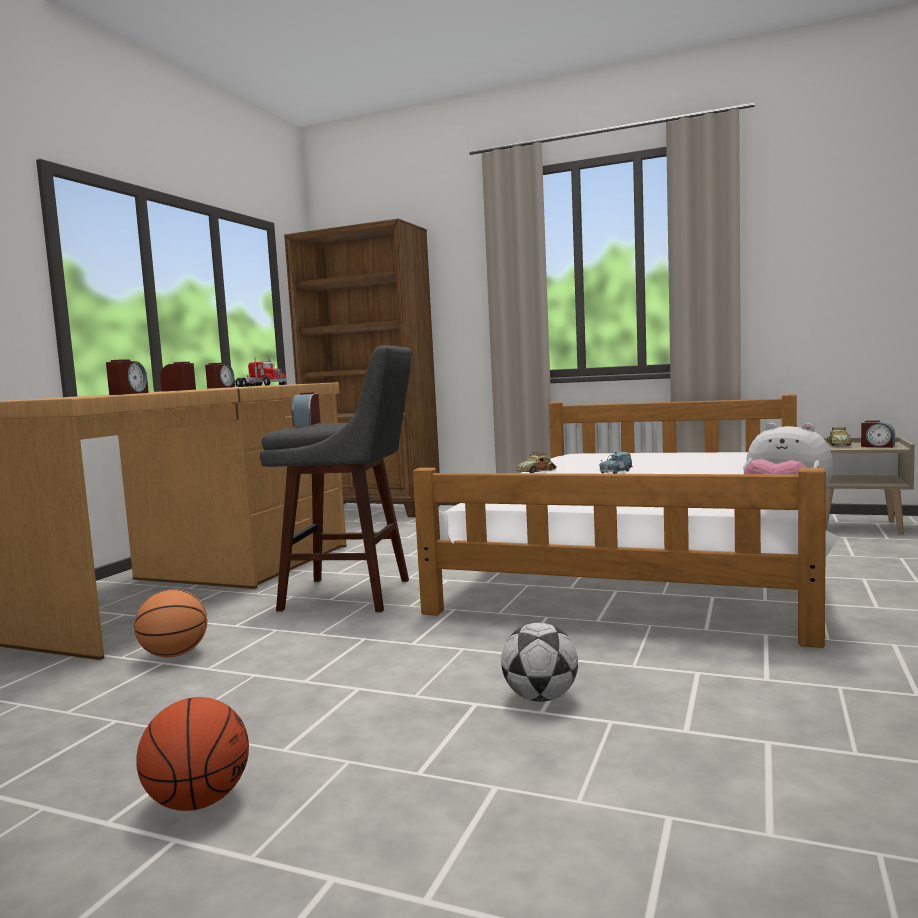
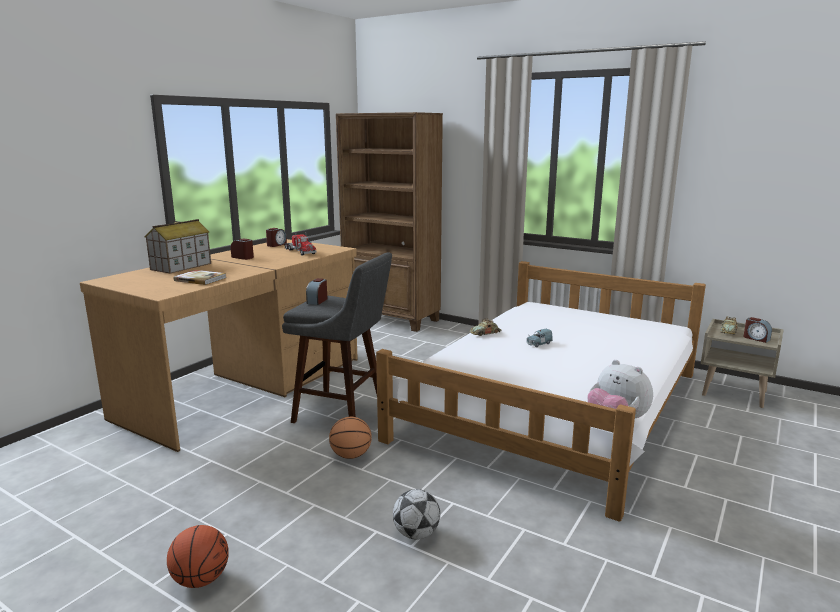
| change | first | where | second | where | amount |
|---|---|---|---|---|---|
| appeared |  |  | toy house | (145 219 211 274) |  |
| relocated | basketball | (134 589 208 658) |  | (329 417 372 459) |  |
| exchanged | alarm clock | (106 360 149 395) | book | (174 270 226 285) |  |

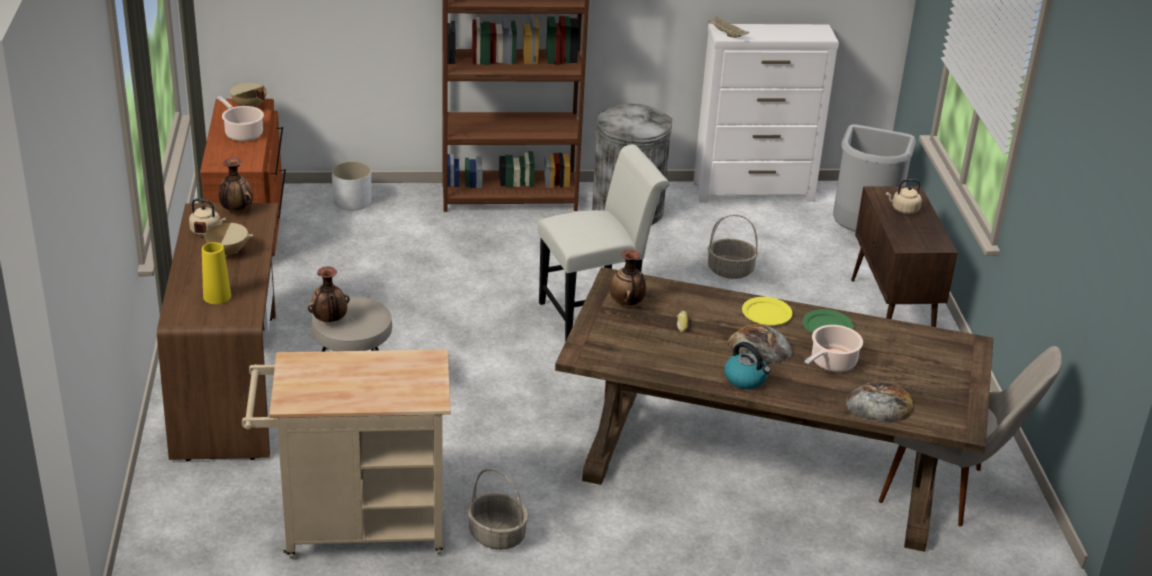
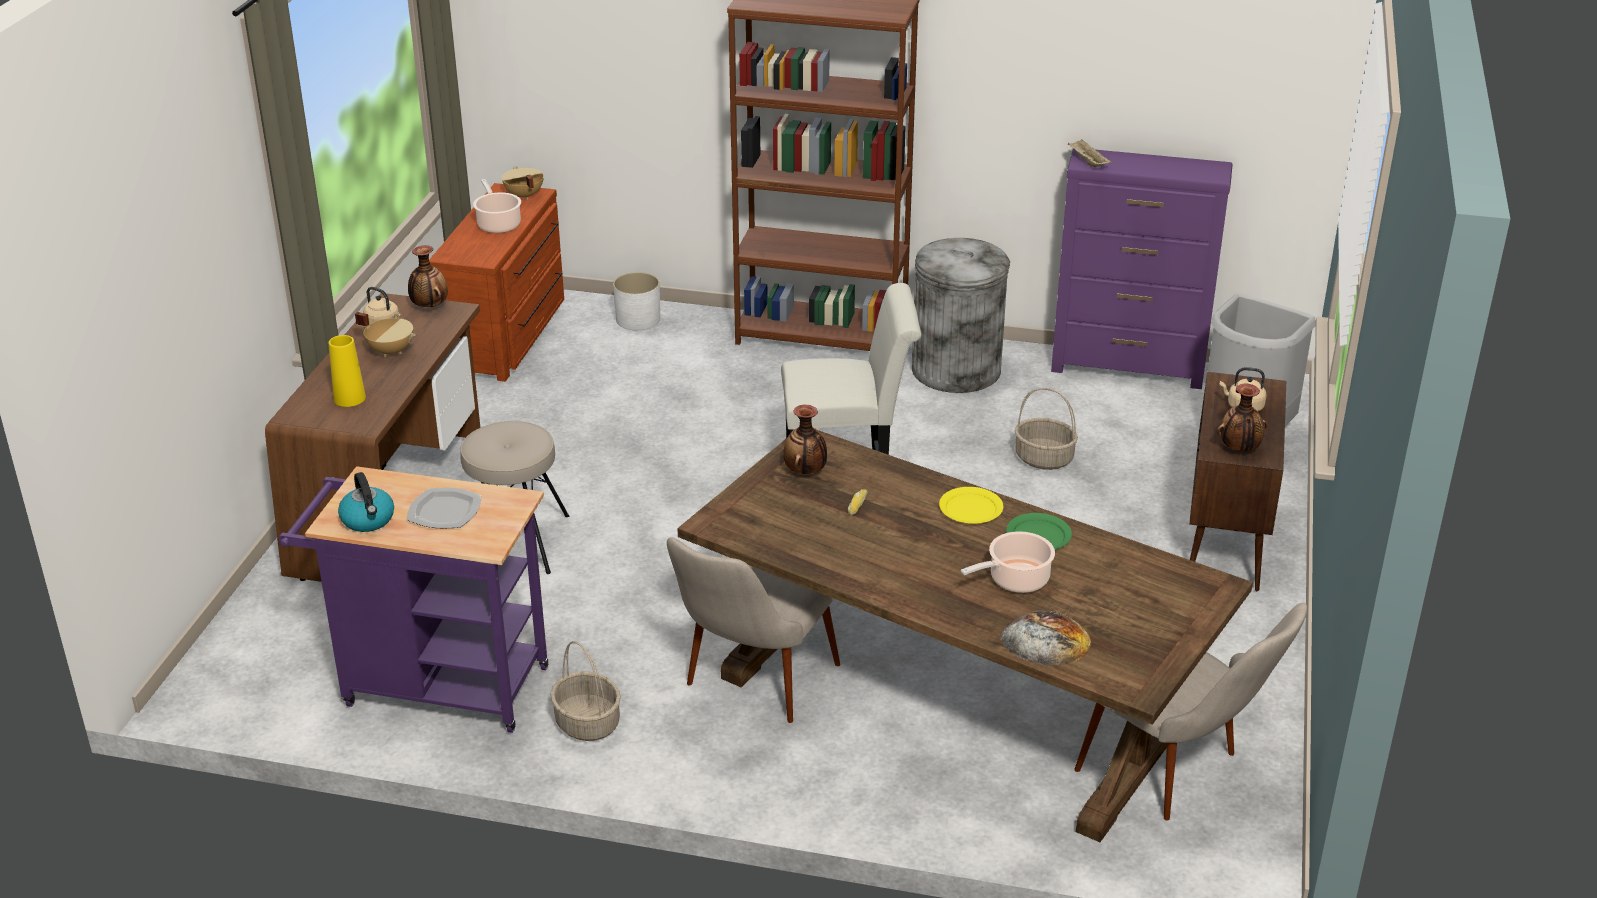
| change | first | where | second | where | amount |
|---|---|---|---|---|---|
| missing | bread | (728 324 793 364) |  |  |  |
| appeared |  |  | plate | (407 487 482 528) |  |
| appeared |  |  | beige chair | (667 537 840 723) |  |
| relocated | vase | (308 267 350 322) |  | (1216 383 1267 451) |  |
| relocated | kettle | (724 342 771 389) |  | (338 472 394 532) |  |
| colour | beige cart | (242 350 450 559) | purple cart | (279 466 548 733) |  |
| colour | white dresser | (693 24 839 203) | purple dresser | (1051 148 1233 389) |  |

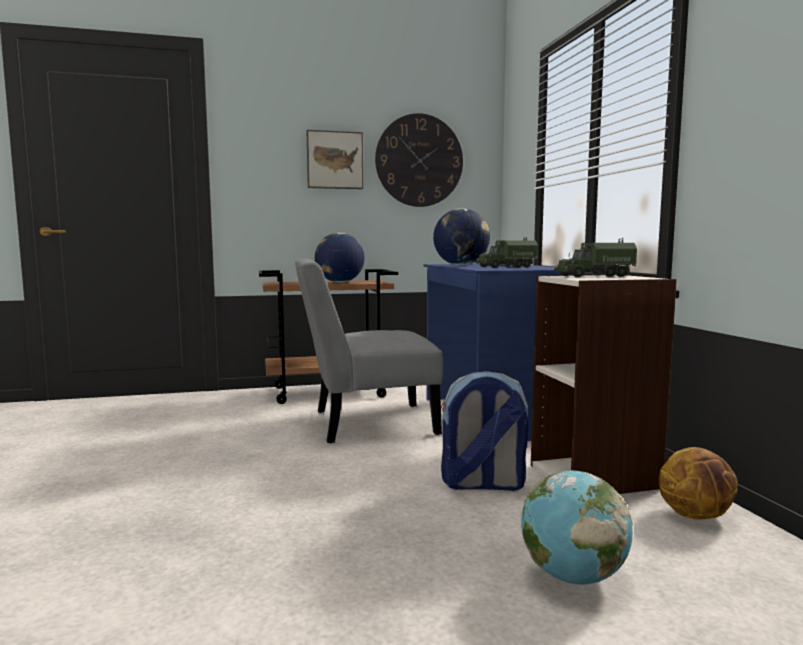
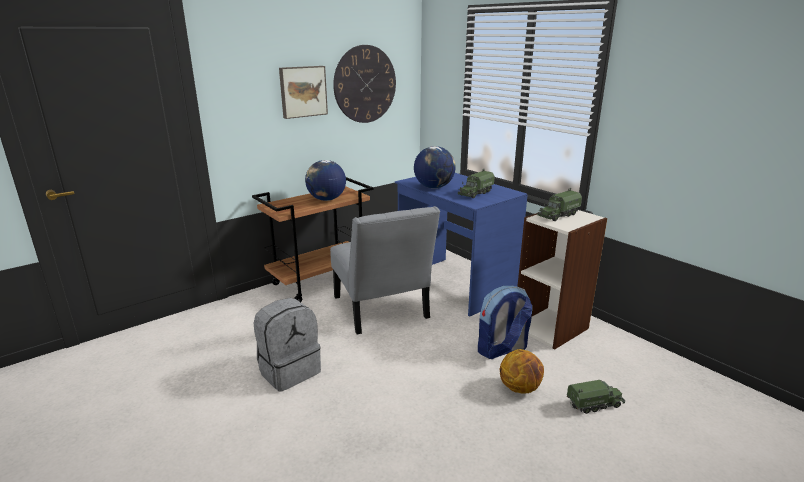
| change | first | where | second | where | amount |
|---|---|---|---|---|---|
| appeared |  |  | grey backpack | (254 298 321 392) |  |
| relocated | basketball | (658 447 738 520) |  | (500 349 544 393) |  |
| exchanged | globe | (521 470 633 584) | toy truck | (567 380 625 414) |  |
| spun | grey chair | (295 259 443 443) |  | (330 206 440 334) | 75 degrees counterclockwise |

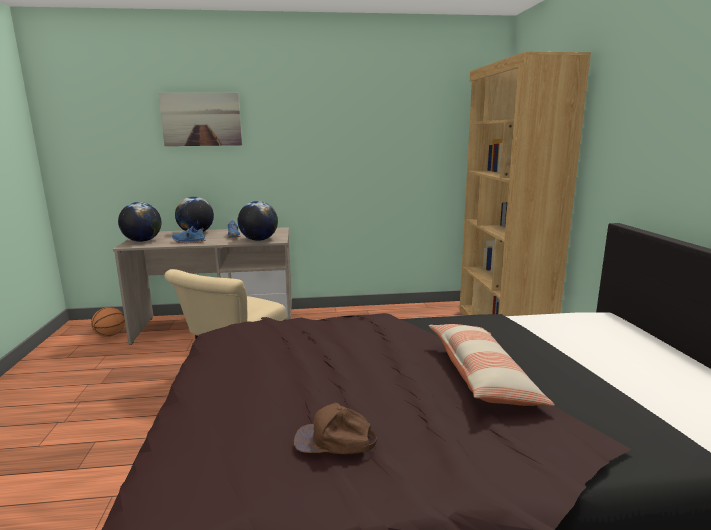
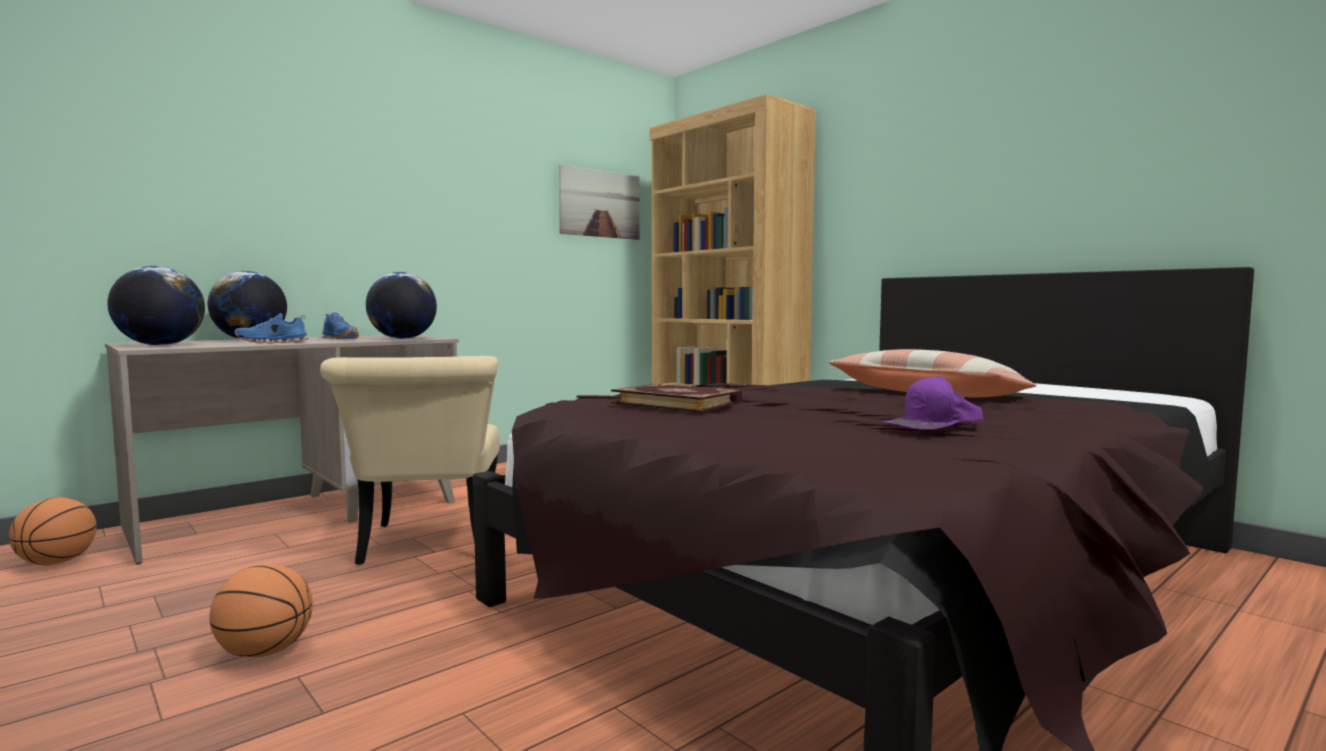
| change | first | where | second | where | amount |
|---|---|---|---|---|---|
| appeared |  |  | basketball | (209 564 313 657) |  |
| appeared |  |  | book | (611 383 742 413) |  |
| relocated | picture | (158 93 242 146) |  | (559 164 640 240) |  |
| colour | brown cap | (294 403 377 454) | purple cap | (883 376 983 430) |  |

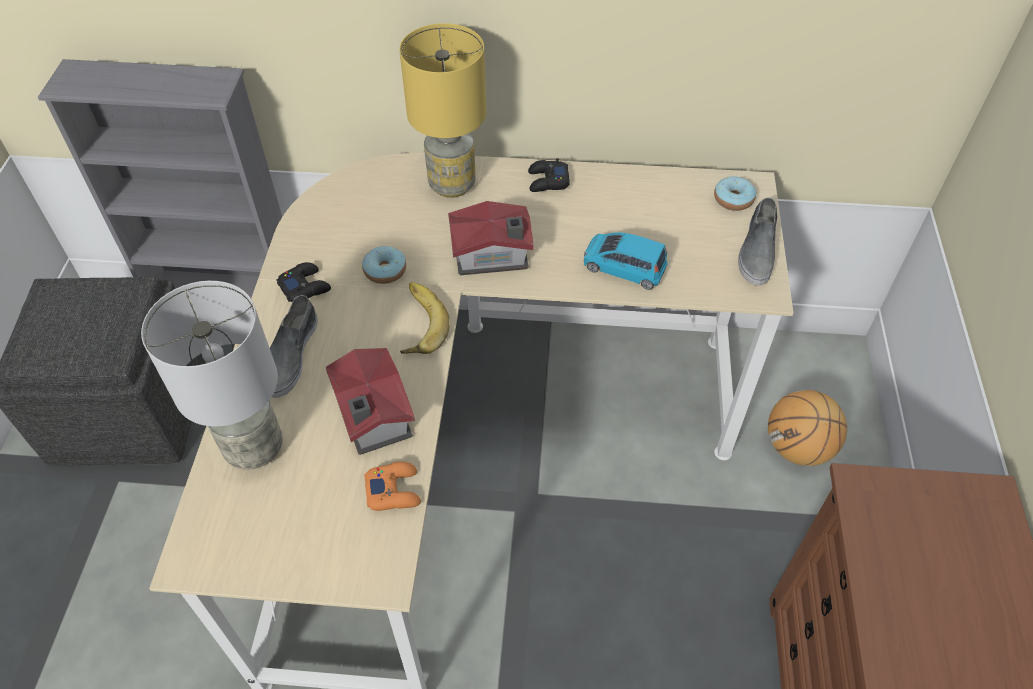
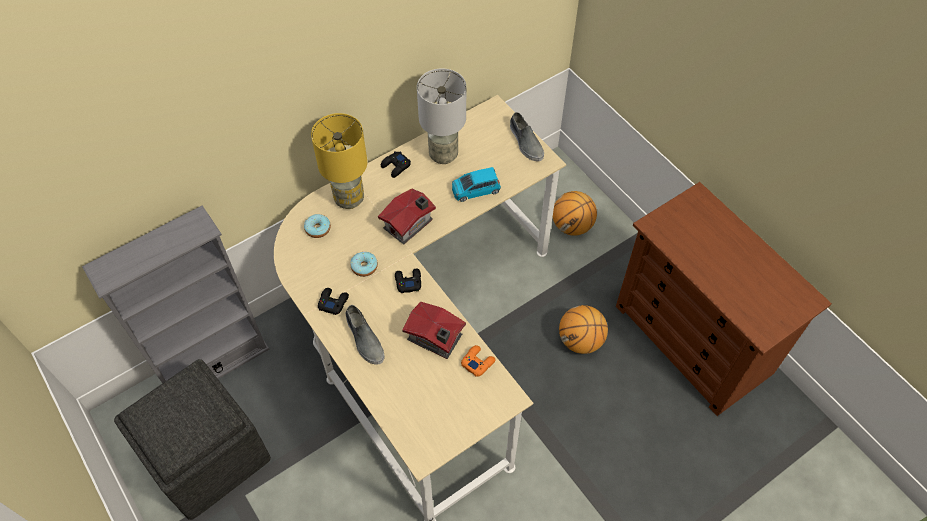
| change | first | where | second | where | amount |
|---|---|---|---|---|---|
| appeared |  |  | basketball | (559 305 608 354) |  |
| relocated | grey table lamp | (141 281 283 469) |  | (417 68 466 164) |  |
| relocated | donut | (714 176 756 211) |  | (304 214 331 238) |  |
| exchanged | banana | (400 282 450 354) | black game controller | (395 269 421 293) |  |

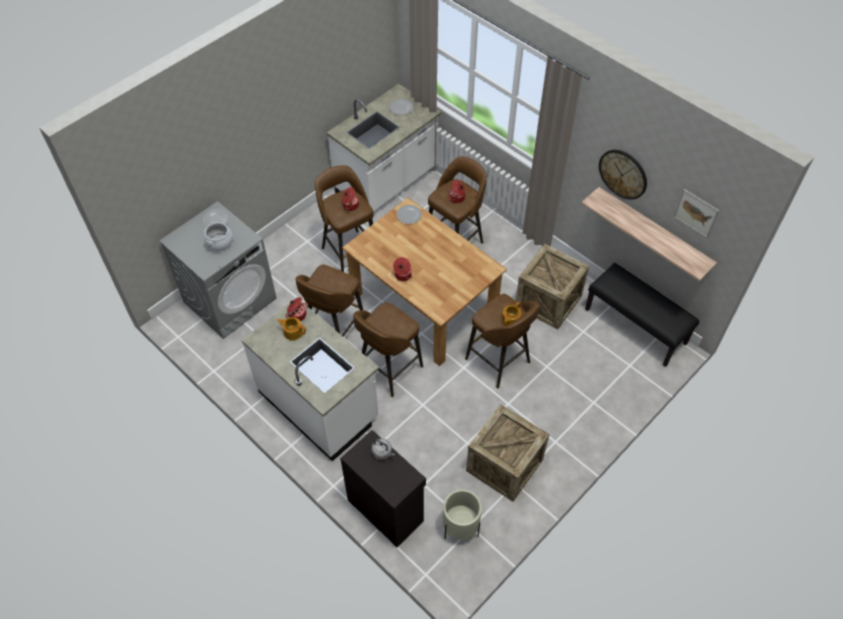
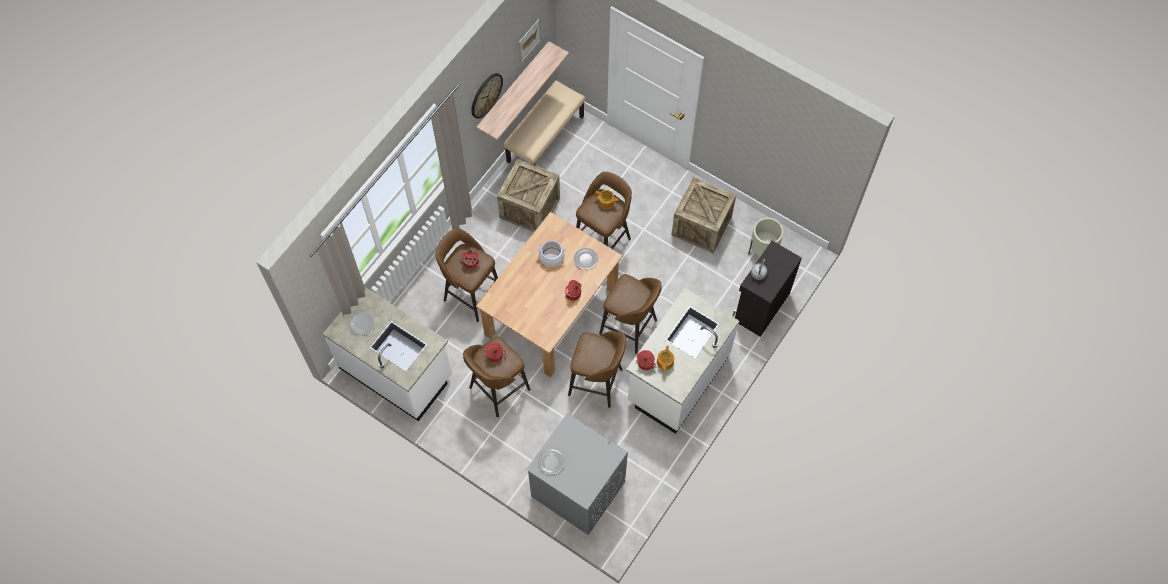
| change | first | where | second | where | amount |
|---|---|---|---|---|---|
| relocated | cooking pot | (204 219 233 252) |  | (537 240 566 267) |  |
| relocated | plate | (397 205 422 224) |  | (574 248 598 270) |  |
| colour | black bench | (585 263 699 367) | beige bench | (503 80 585 166) |  |

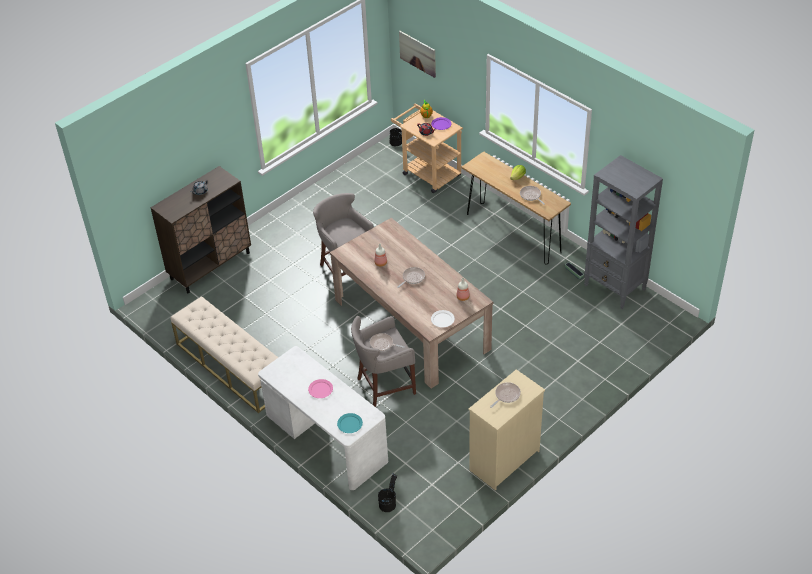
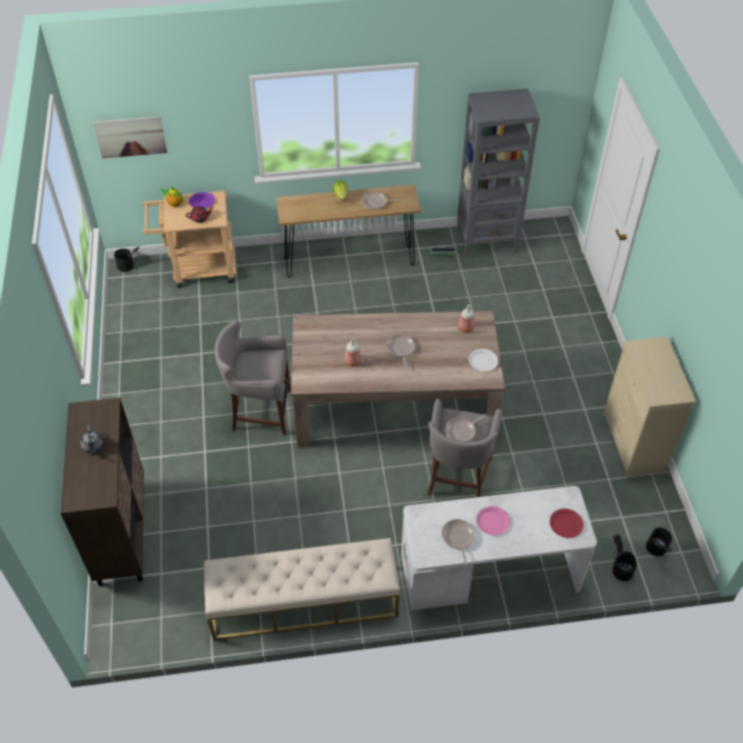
| change | first | where | second | where | amount |
|---|---|---|---|---|---|
| appeared |  |  | black bucket | (646 528 672 556) |  |
| relocated | frying pan | (490 382 521 408) |  | (441 519 475 565) |  |
| colour | turquoise plate | (337 413 363 433) | red plate | (550 509 584 538) |  |

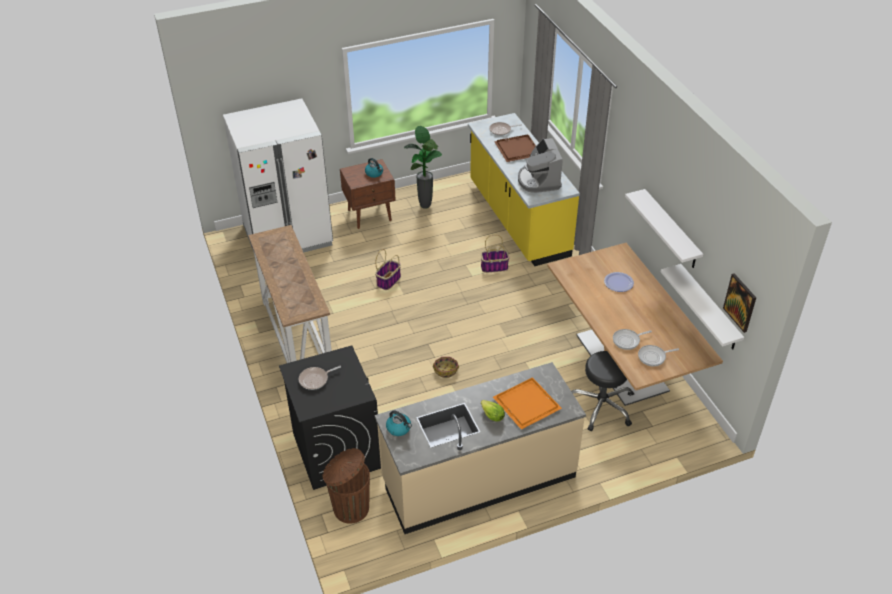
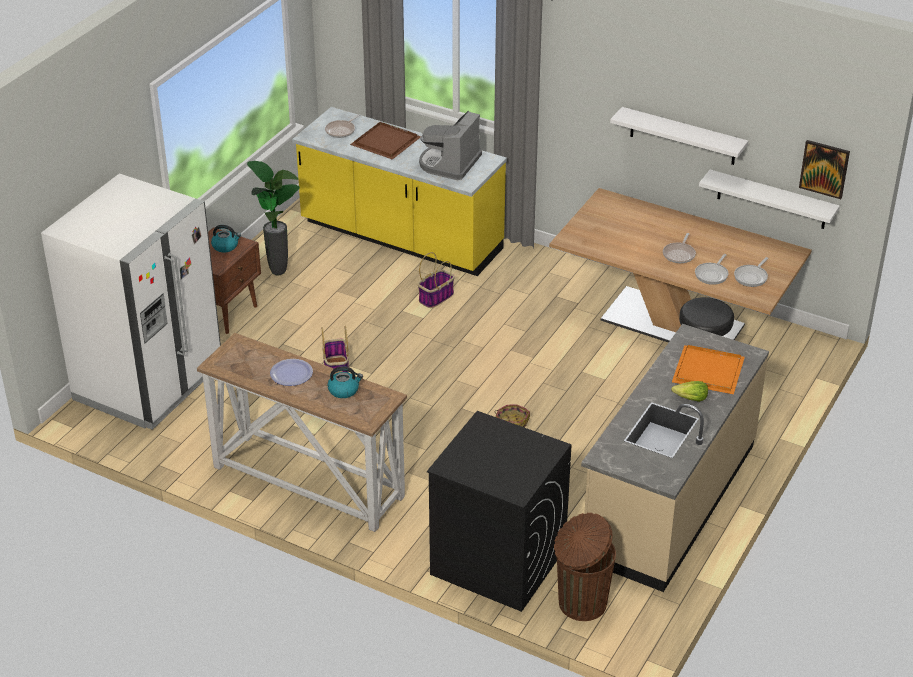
| change | first | where | second | where | amount |
|---|---|---|---|---|---|
| relocated | frying pan | (299 366 341 390) |  | (663 233 696 263) |  |
| relocated | kettle | (386 410 412 436) |  | (327 366 363 398) |  |
| relocated | plate | (604 272 634 292) |  | (270 359 313 386) |  |
| spun | coffee machine | (518 138 563 193) |  | (419 111 482 180) | 75 degrees clockwise |

